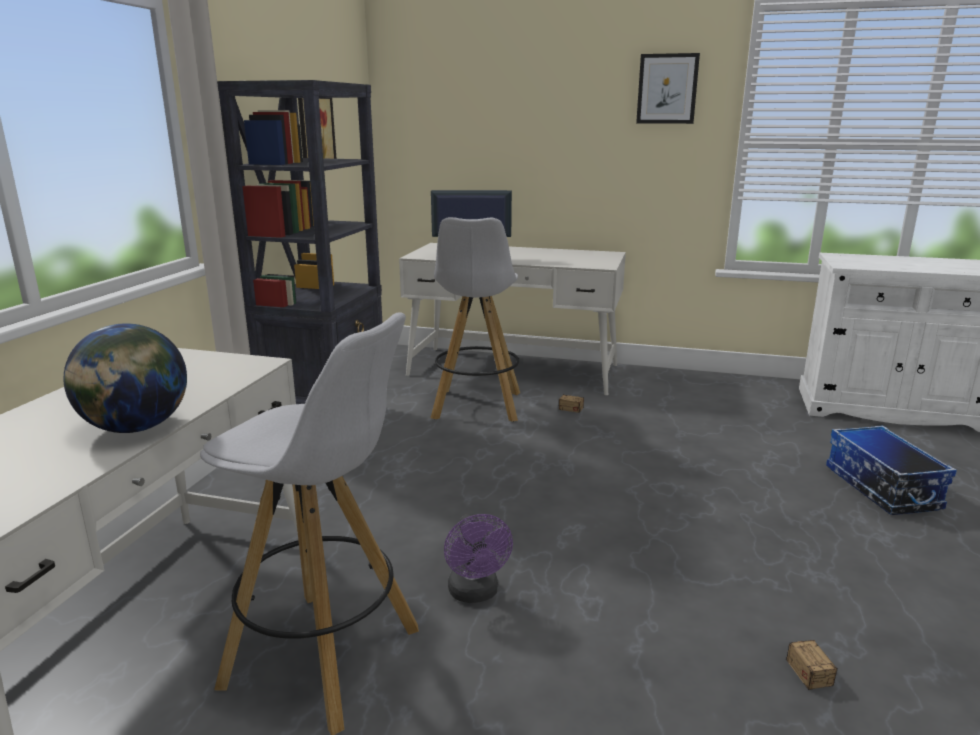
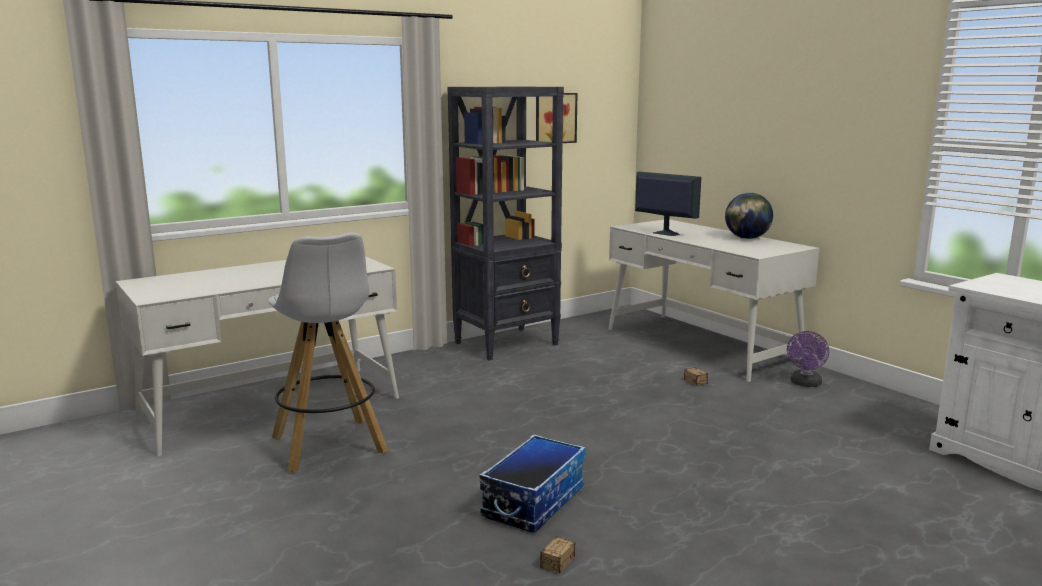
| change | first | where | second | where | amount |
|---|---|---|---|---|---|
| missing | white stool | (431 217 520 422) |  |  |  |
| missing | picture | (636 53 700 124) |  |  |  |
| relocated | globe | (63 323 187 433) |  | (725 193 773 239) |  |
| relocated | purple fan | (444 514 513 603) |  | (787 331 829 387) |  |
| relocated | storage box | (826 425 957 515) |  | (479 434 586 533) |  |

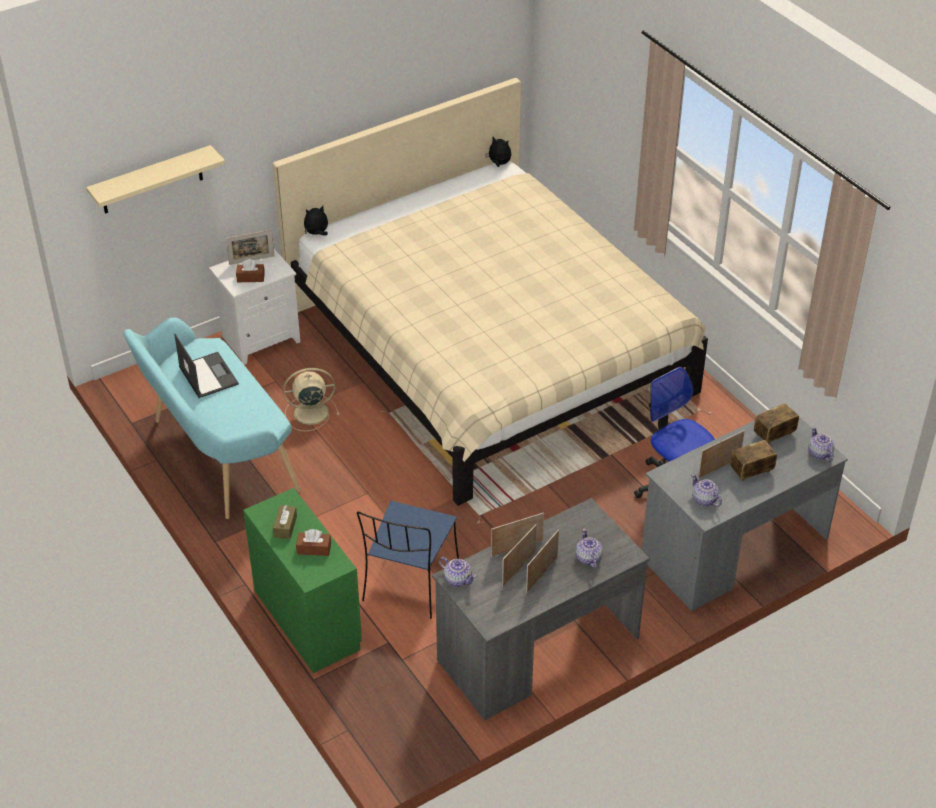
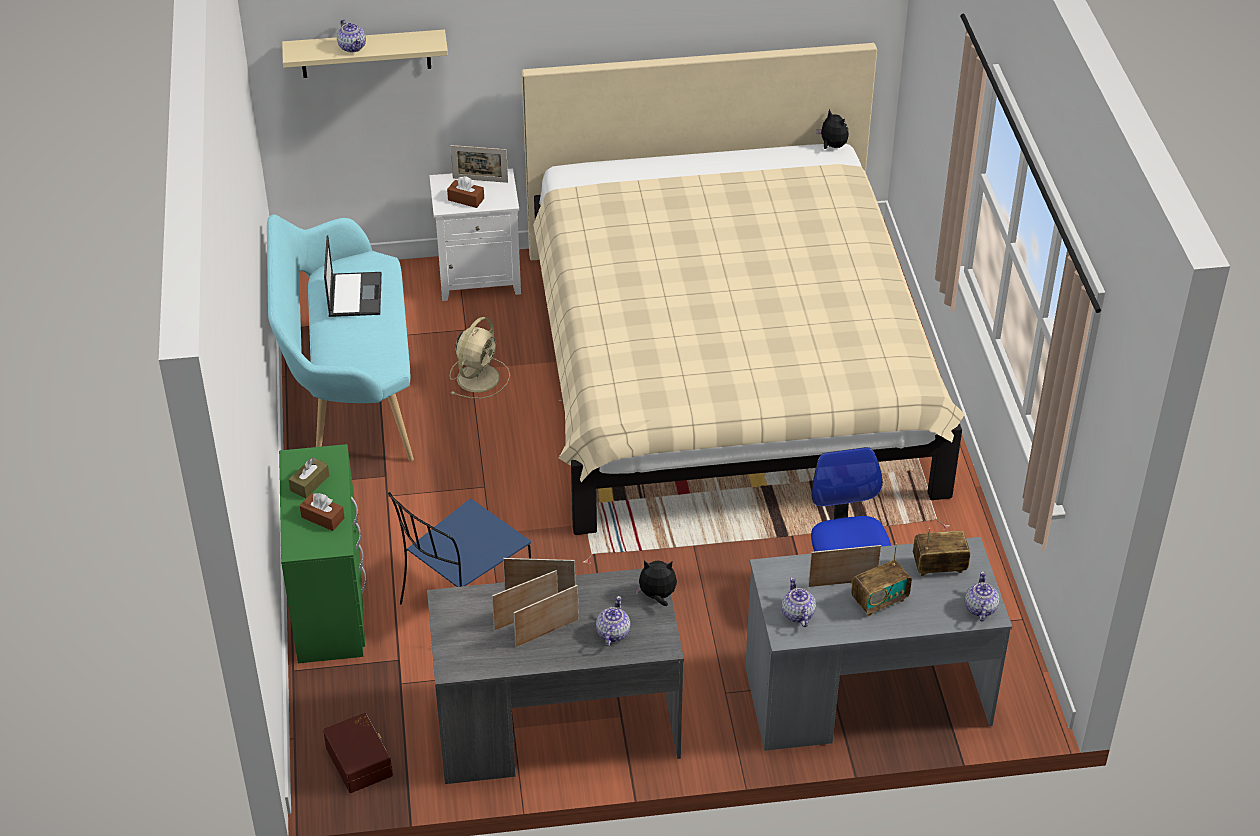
| change | first | where | second | where | amount |
|---|---|---|---|---|---|
| appeared |  |  | brown storage box | (323 713 393 793) |  |
| relocated | plush toy | (304 206 328 236) |  | (635 560 677 606) |  |
| relocated | teapot | (439 557 476 586) |  | (337 20 366 53) |  |
| spun | beige fan | (283 368 339 431) |  | (450 317 510 399) | 105 degrees clockwise |
| spun | radio | (730 440 777 481) |  | (851 544 912 616) | 150 degrees clockwise |

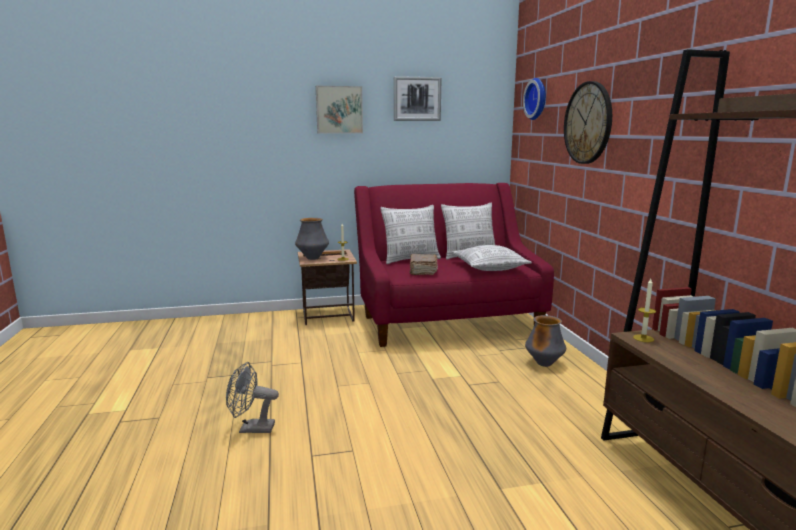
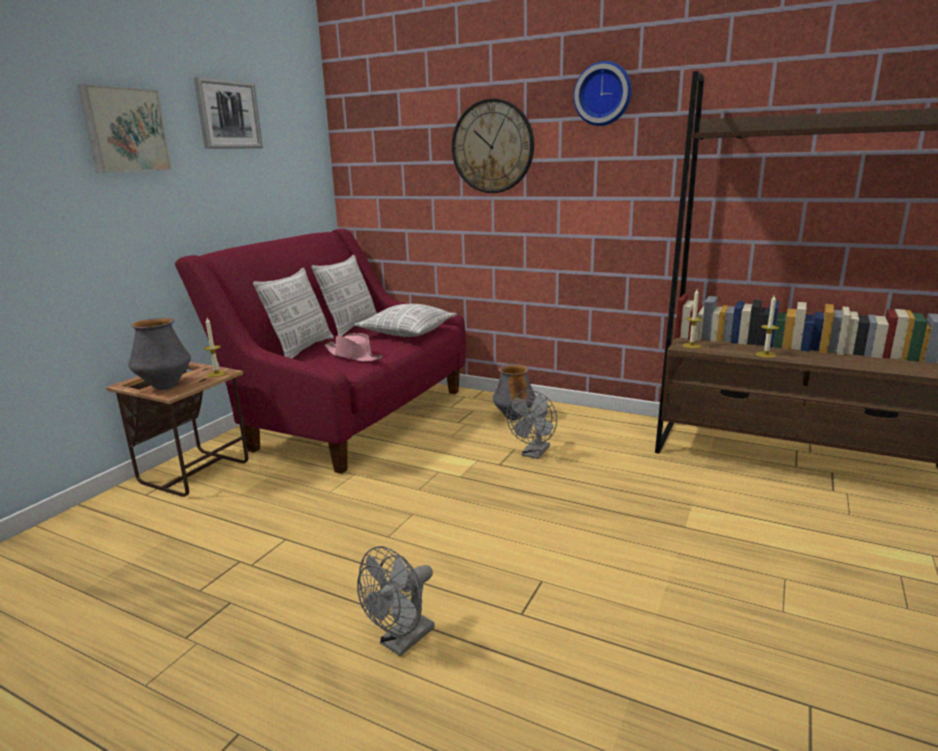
| change | first | where | second | where | amount |
|---|---|---|---|---|---|
| appeared |  |  | grey fan | (506 390 557 459) |  |
| appeared |  |  | candle | (756 295 779 358) |  |
| relocated | wall clock | (523 78 546 120) |  | (573 61 632 126) |  |
| exchanged | brown book | (410 254 438 275) | pink hat | (324 333 383 362) |  |

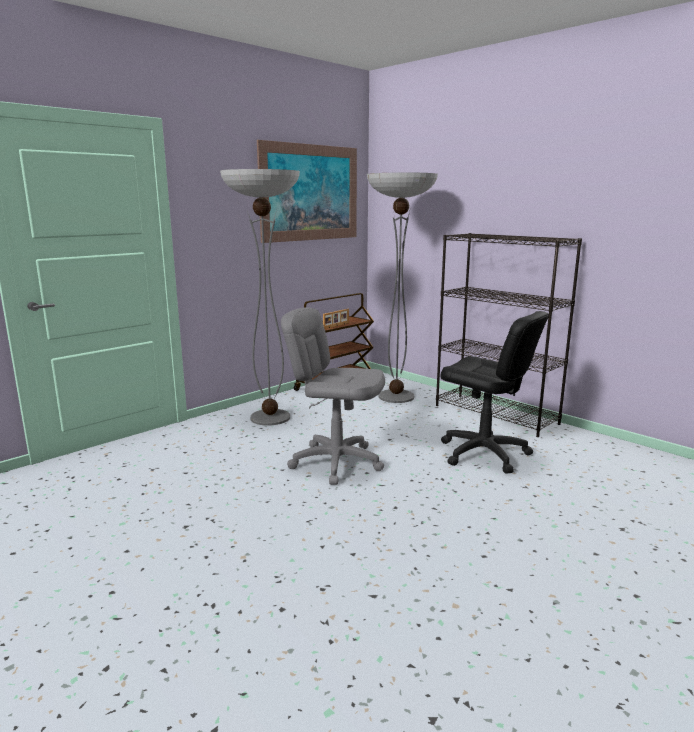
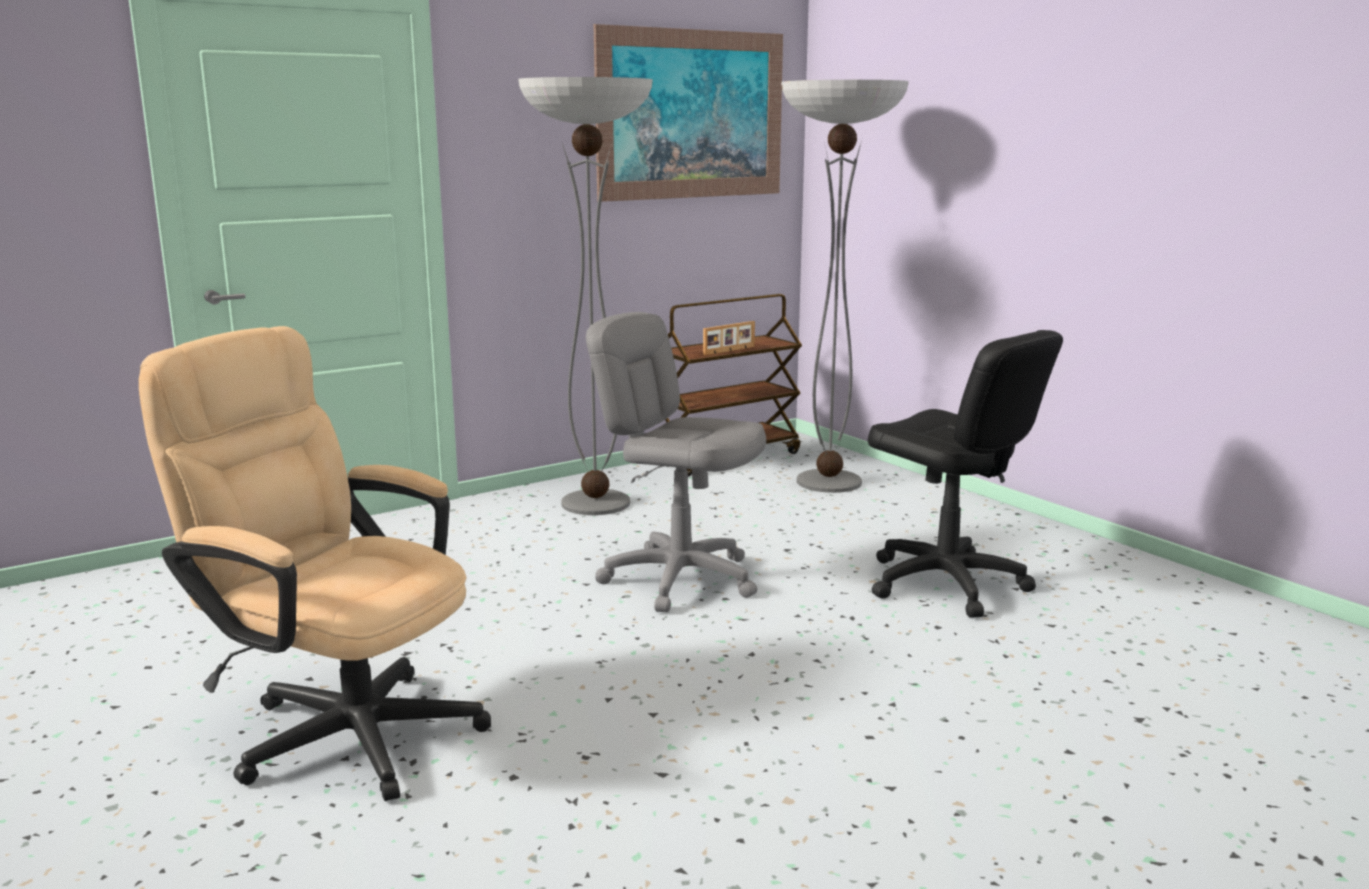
| change | first | where | second | where | amount |
|---|---|---|---|---|---|
| missing | black bookcase | (436 233 582 437) |  |  |  |
| appeared |  |  | beige office chair | (139 326 491 801) |  |

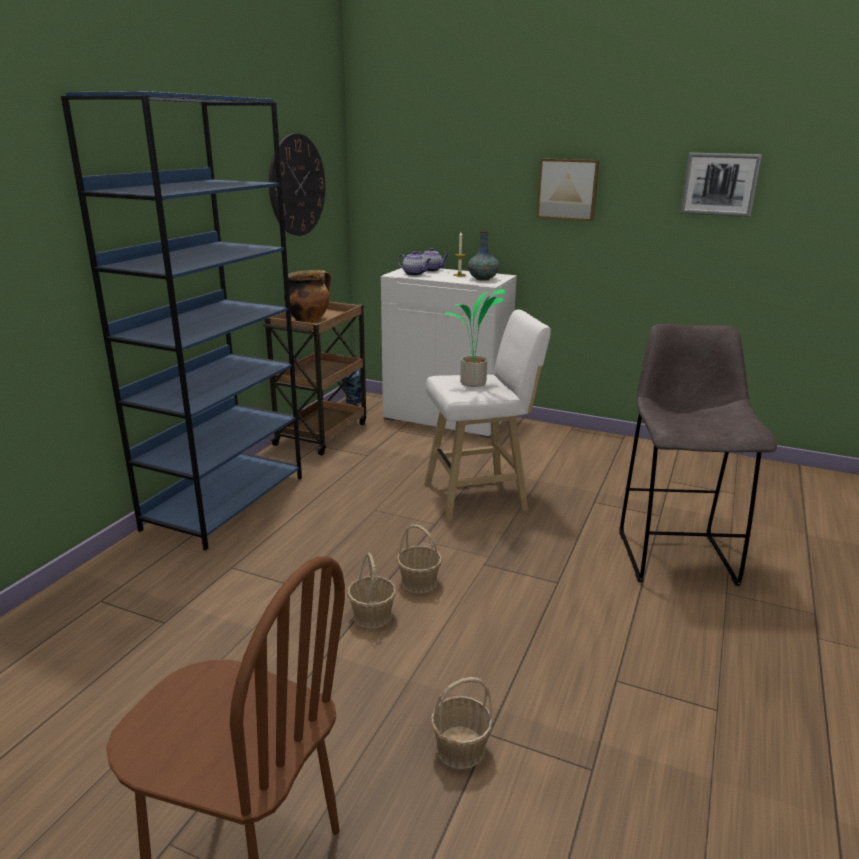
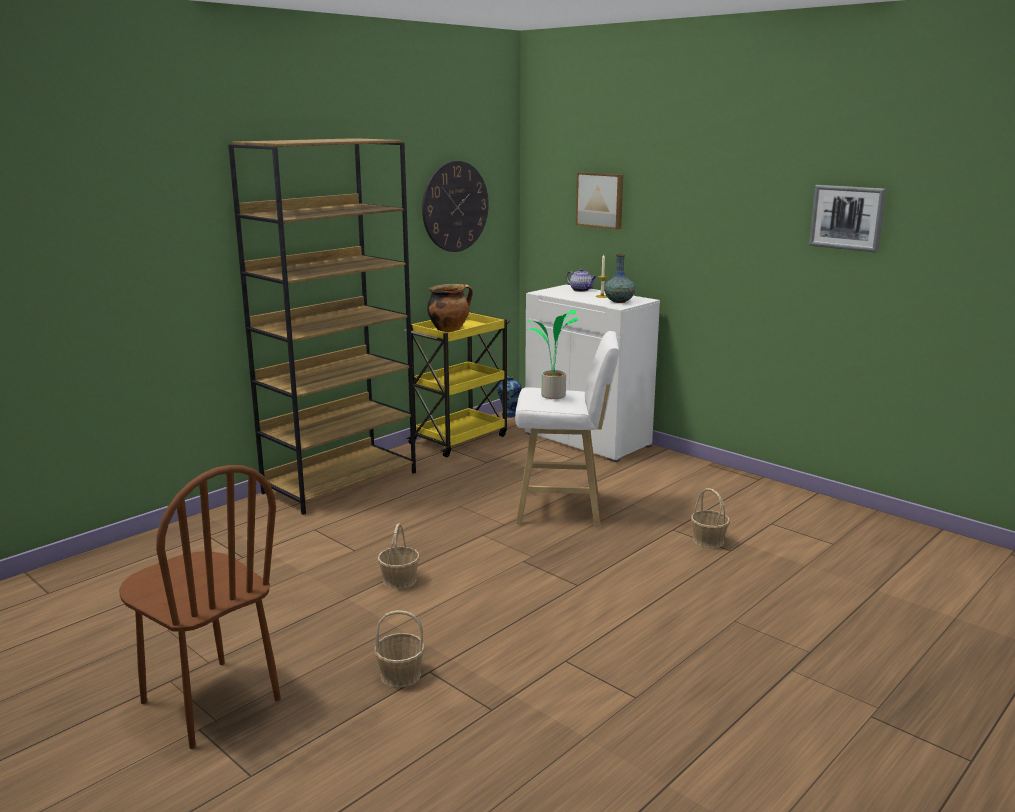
| change | first | where | second | where | amount |
|---|---|---|---|---|---|
| missing | teapot | (397 251 431 276) |  |  |  |
| missing | grey stool | (619 324 777 586) |  |  |  |
| relocated | basket | (397 525 442 594) |  | (691 488 730 548) |  |
| relocated | picture | (536 158 600 221) |  | (576 172 623 230) |  |
| colour | blue bookcase | (61 91 302 551) | brown bookcase | (228 138 416 515) |  |
| colour | brown cart | (263 302 366 455) | yellow cart | (404 312 510 457) |  |

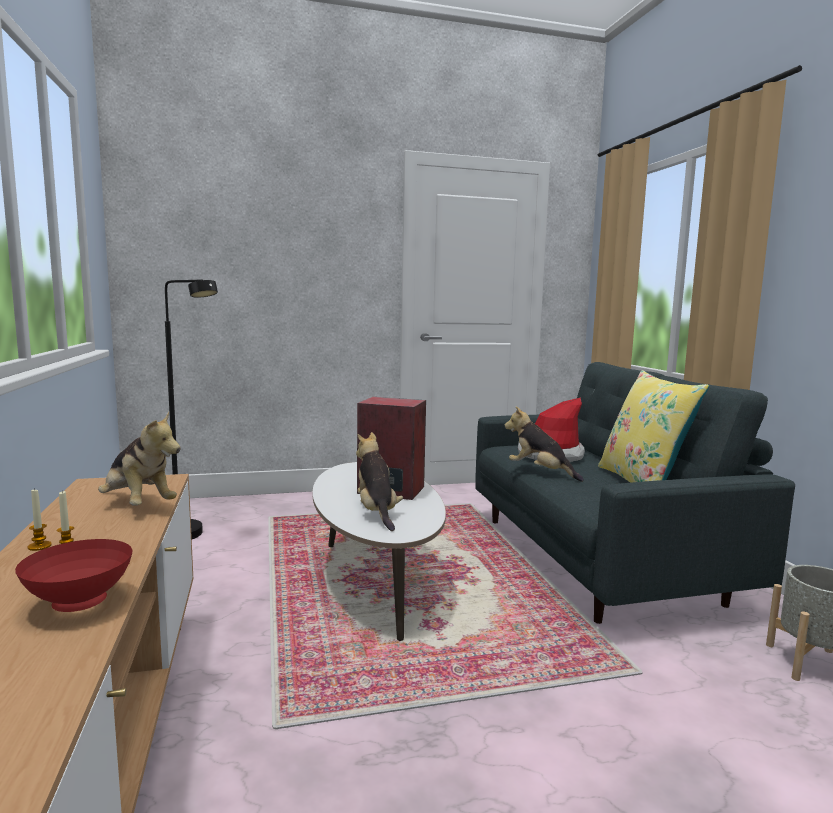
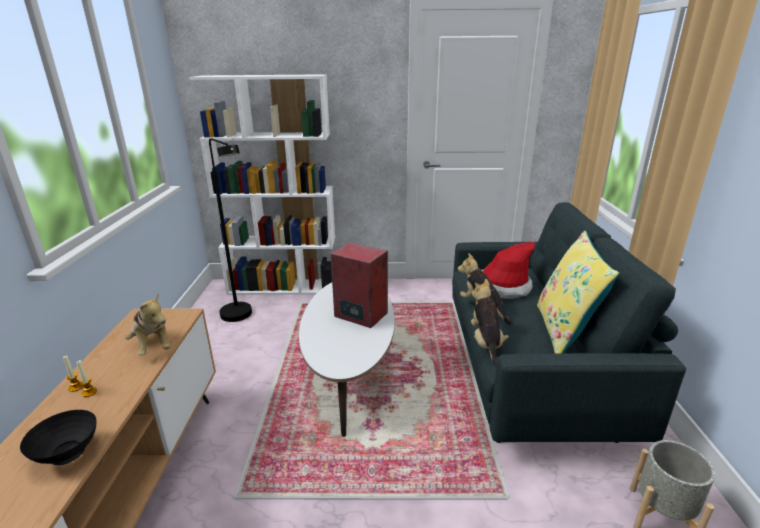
| change | first | where | second | where | amount |
|---|---|---|---|---|---|
| appeared |  |  | white bookcase | (189 74 335 295) |  |
| relocated | plush toy | (356 432 403 531) |  | (471 279 509 366) |  |
| colour | red bowl | (15 539 132 612) | black bowl | (20 410 97 465) |  |

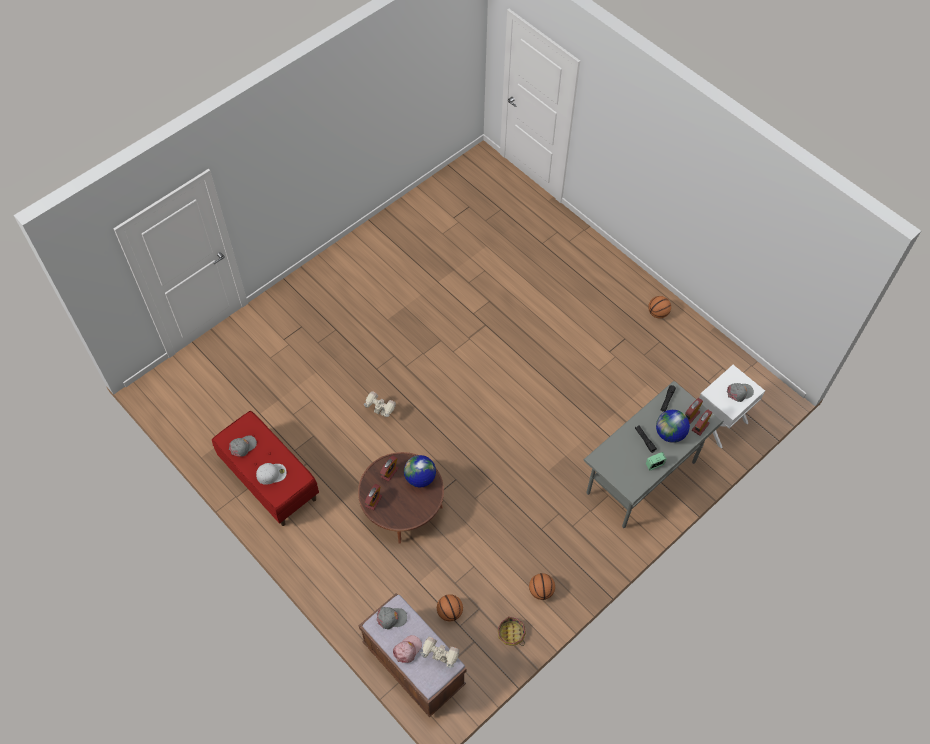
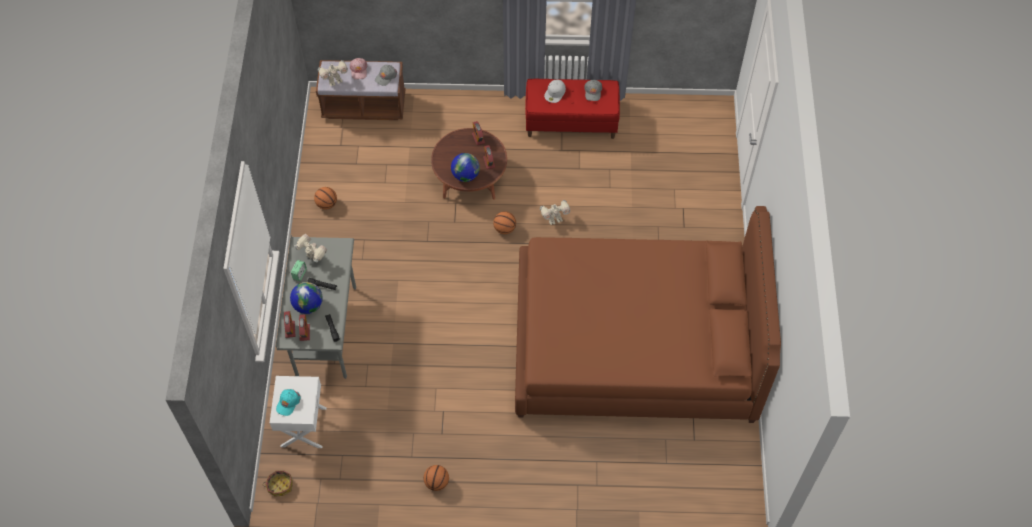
| change | first | where | second | where | amount |
|---|---|---|---|---|---|
| appeared |  |  | toy robot | (295 234 327 263) |  |
| appeared |  |  | brown bed | (515 206 781 423) |  |
| relocated | basketball | (437 594 463 621) |  | (493 211 516 234) |  |
| relocated | basket | (498 616 526 646) |  | (263 471 293 497) |  |
| colour | grey cap | (727 383 754 402) | turquoise cap | (276 389 300 416) |  |

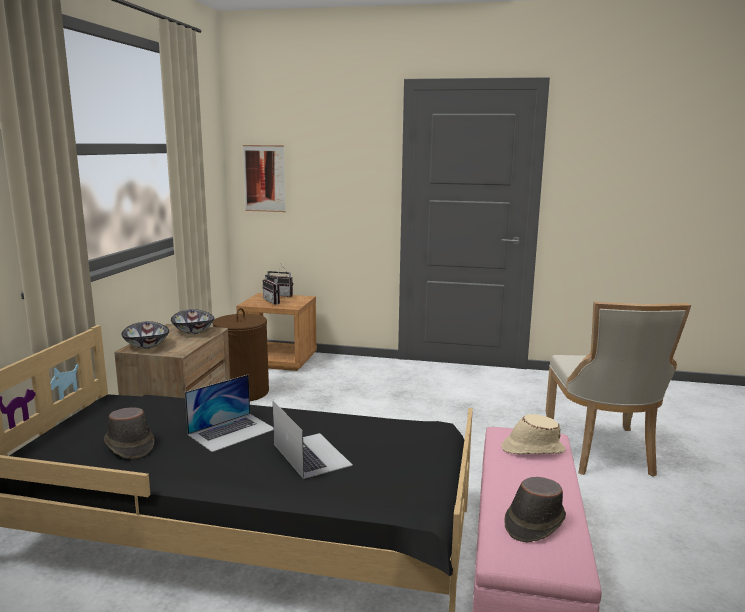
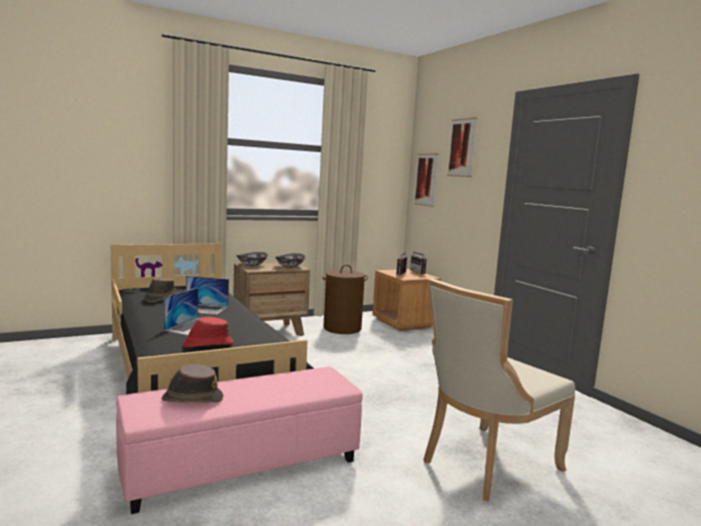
| change | first | where | second | where | amount |
|---|---|---|---|---|---|
| missing | beige hat | (501 414 565 454) |  |  |  |
| appeared |  |  | red hat | (182 317 234 347) |  |
| appeared |  |  | picture | (447 117 478 177) |  |

